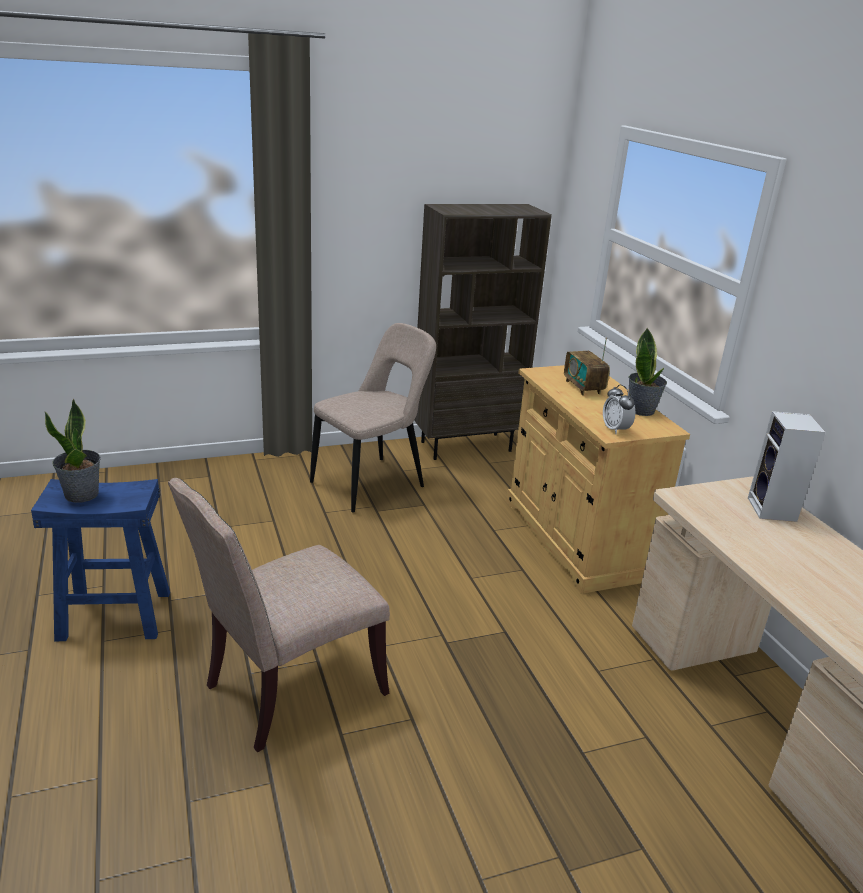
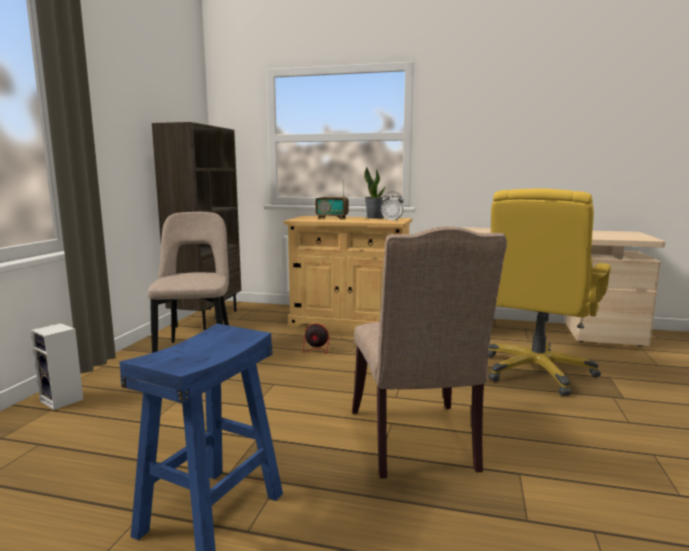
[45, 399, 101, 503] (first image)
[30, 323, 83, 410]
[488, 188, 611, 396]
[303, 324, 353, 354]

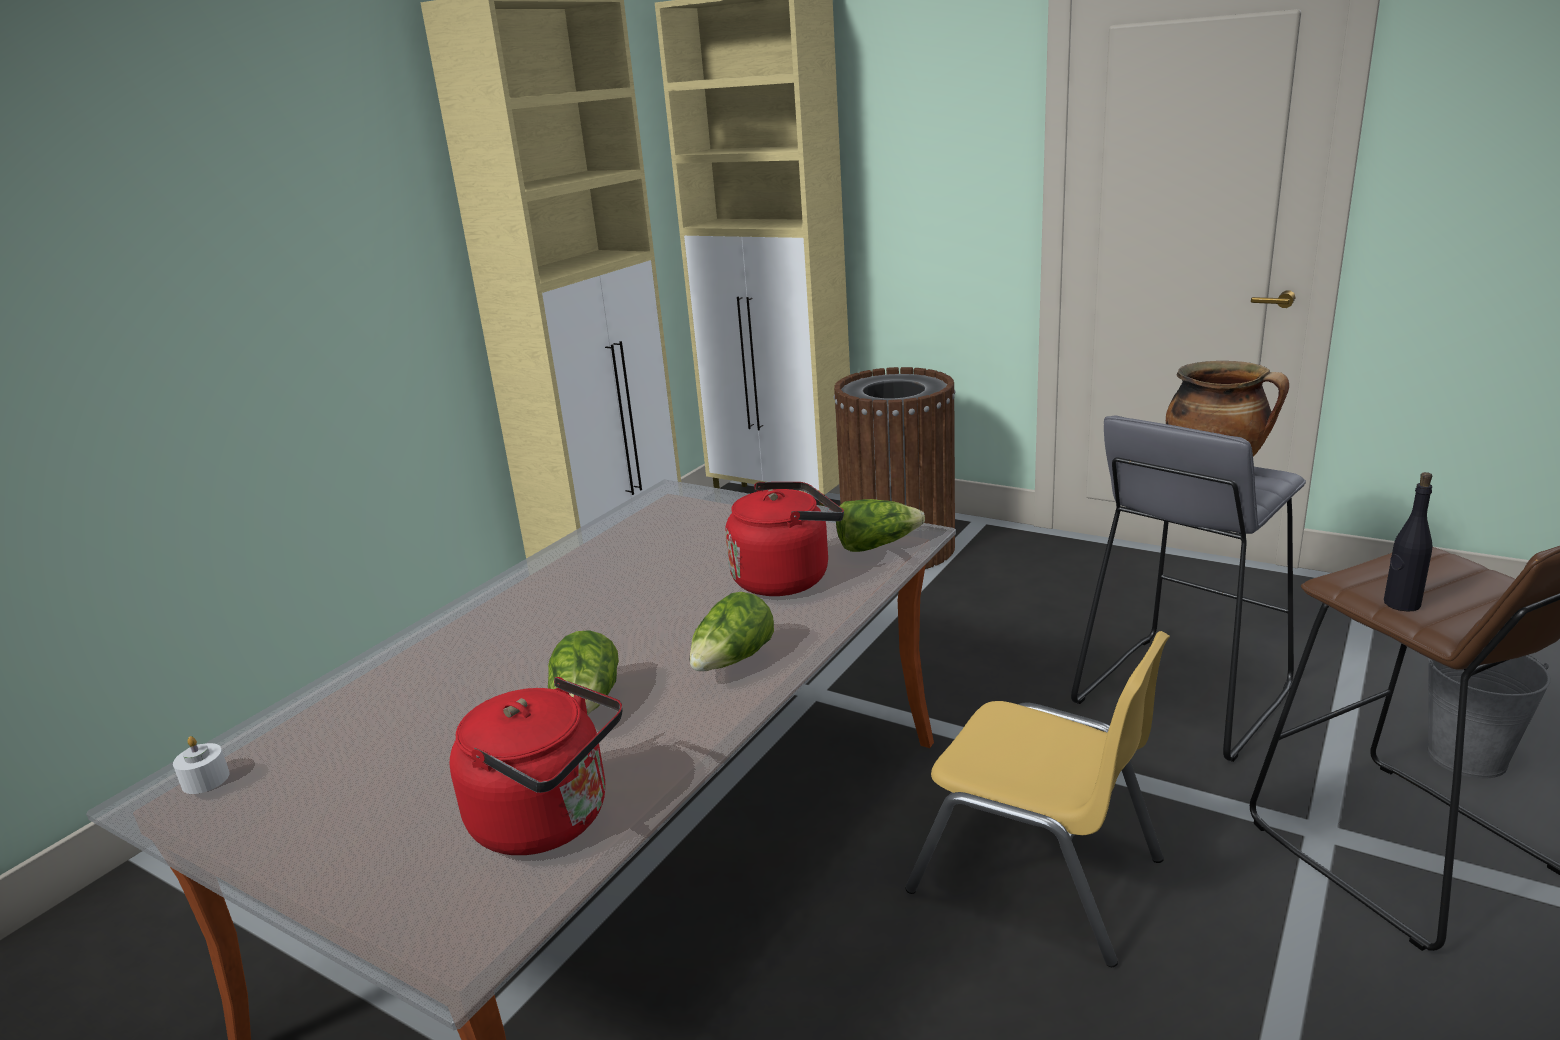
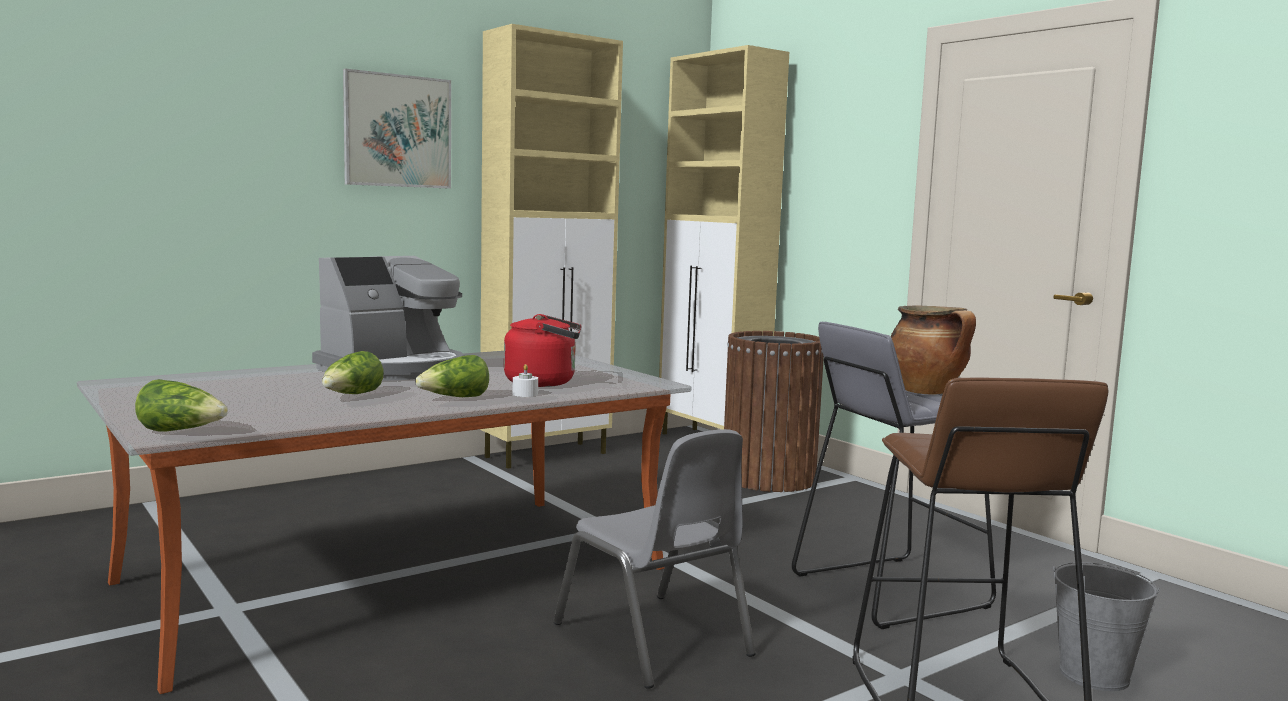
[1384, 472, 1433, 612] (first image)
[135, 379, 228, 431]
[554, 429, 756, 689]
[449, 677, 623, 855] (first image)
[512, 364, 538, 397]
[343, 68, 451, 189]
[312, 256, 464, 380]

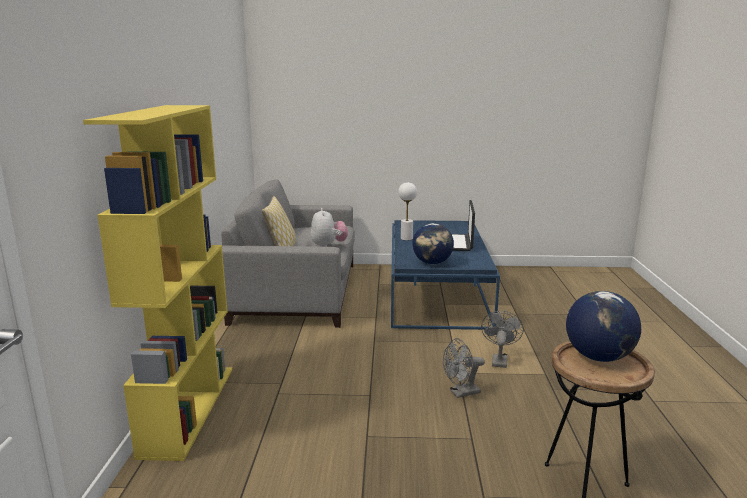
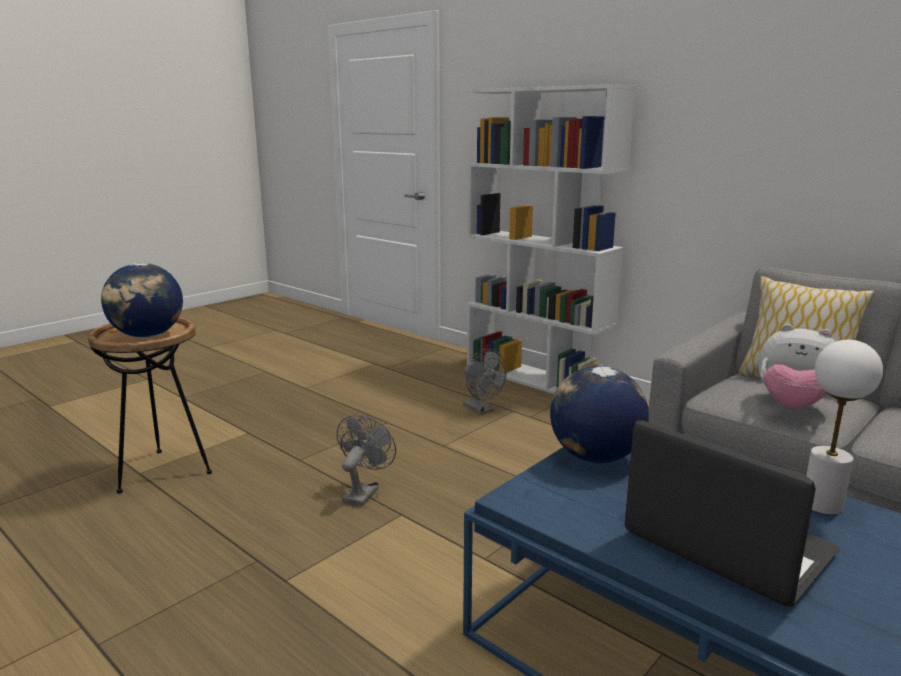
[467, 84, 636, 394]
[463, 349, 506, 415]

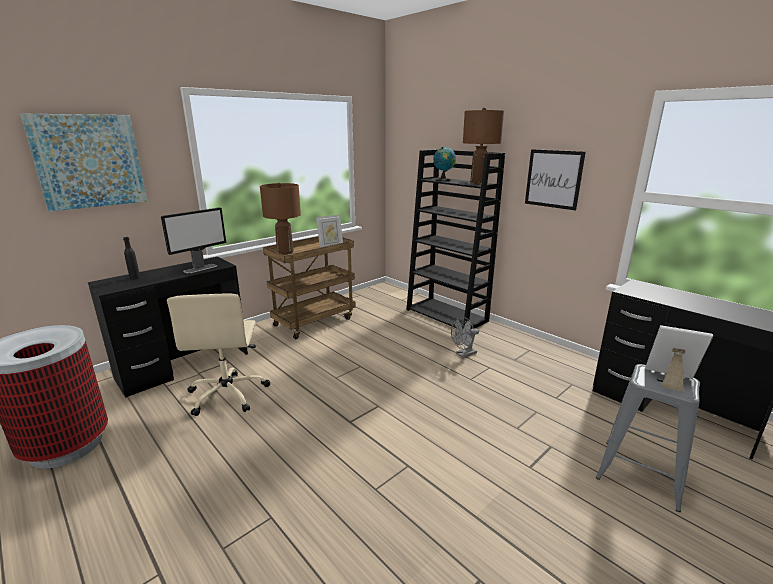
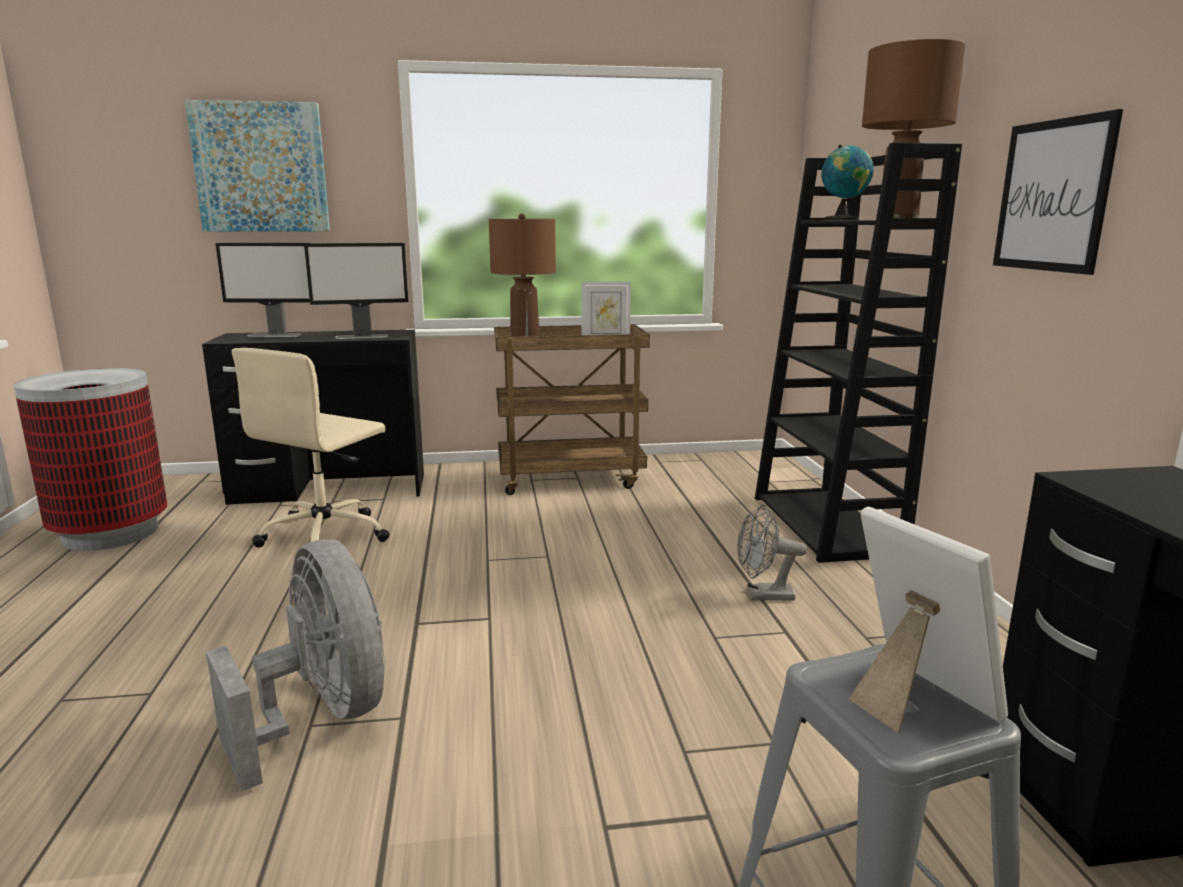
[216, 243, 312, 337]
[206, 539, 385, 791]

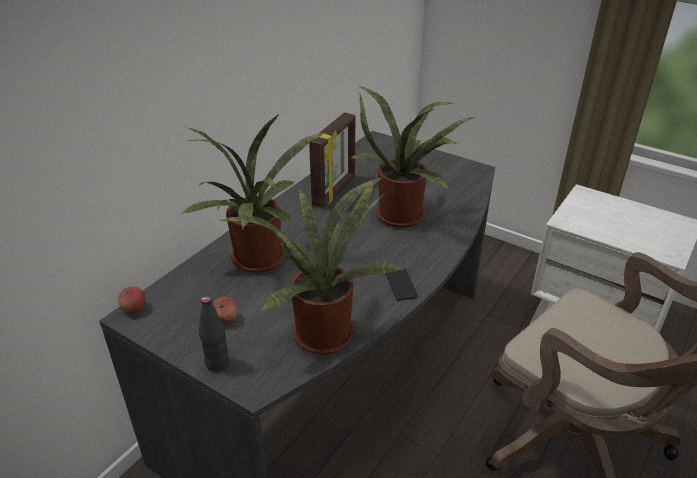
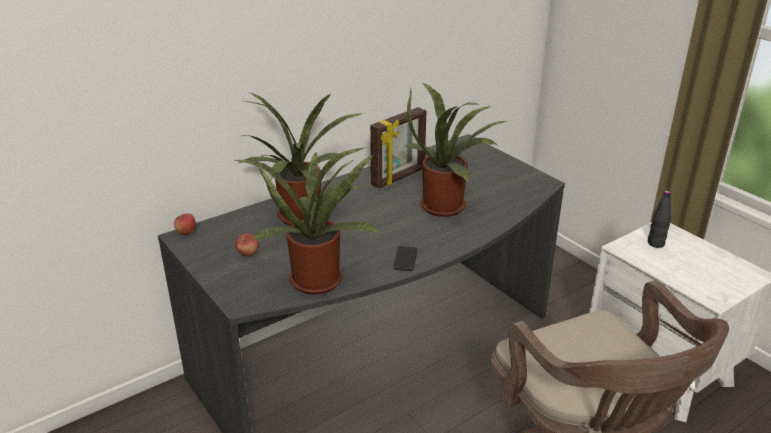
[648, 191, 671, 248]

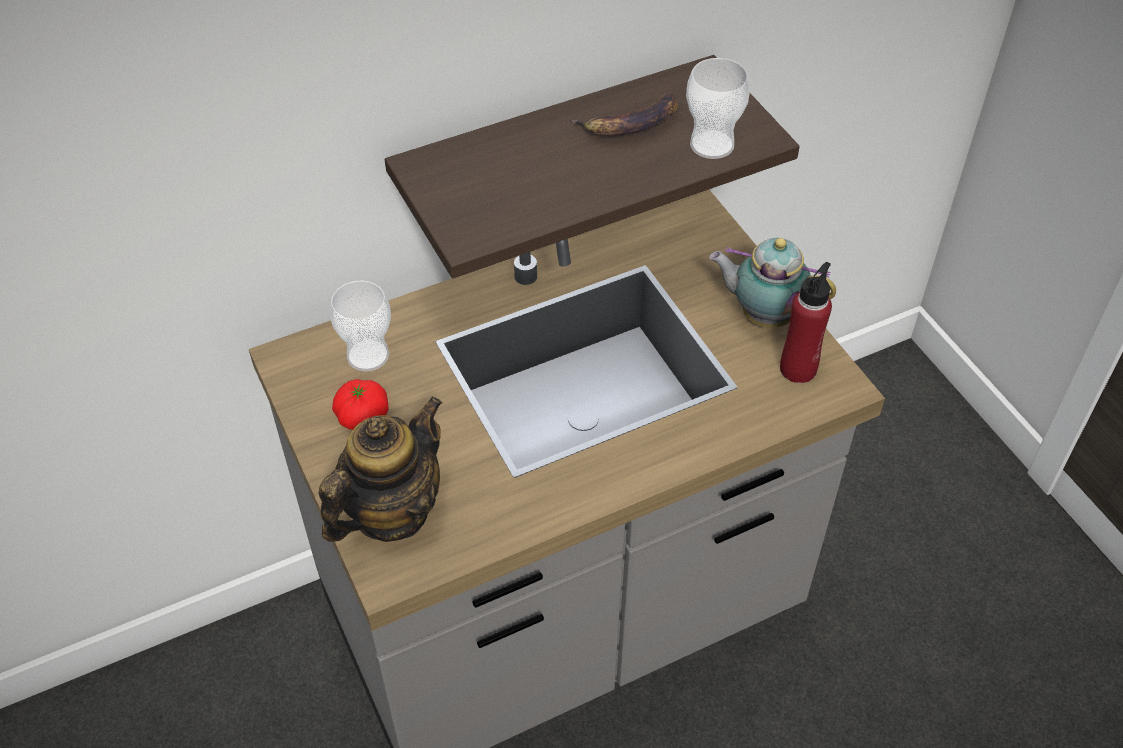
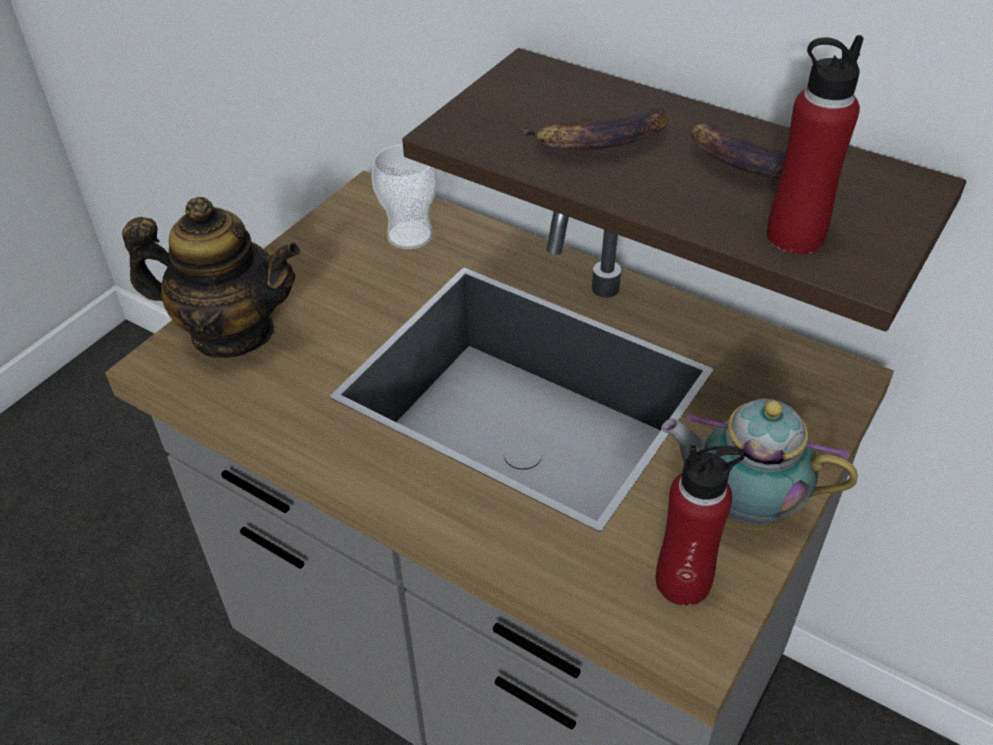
[767, 35, 864, 254]
[661, 399, 858, 531]
[332, 379, 389, 430] (first image)
[521, 107, 668, 150]

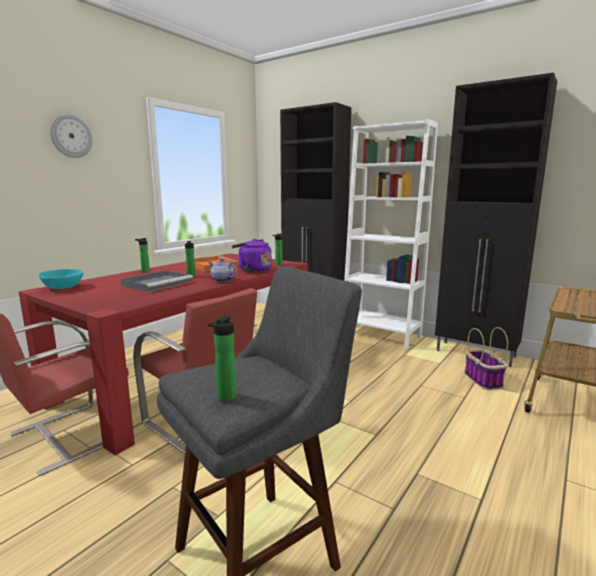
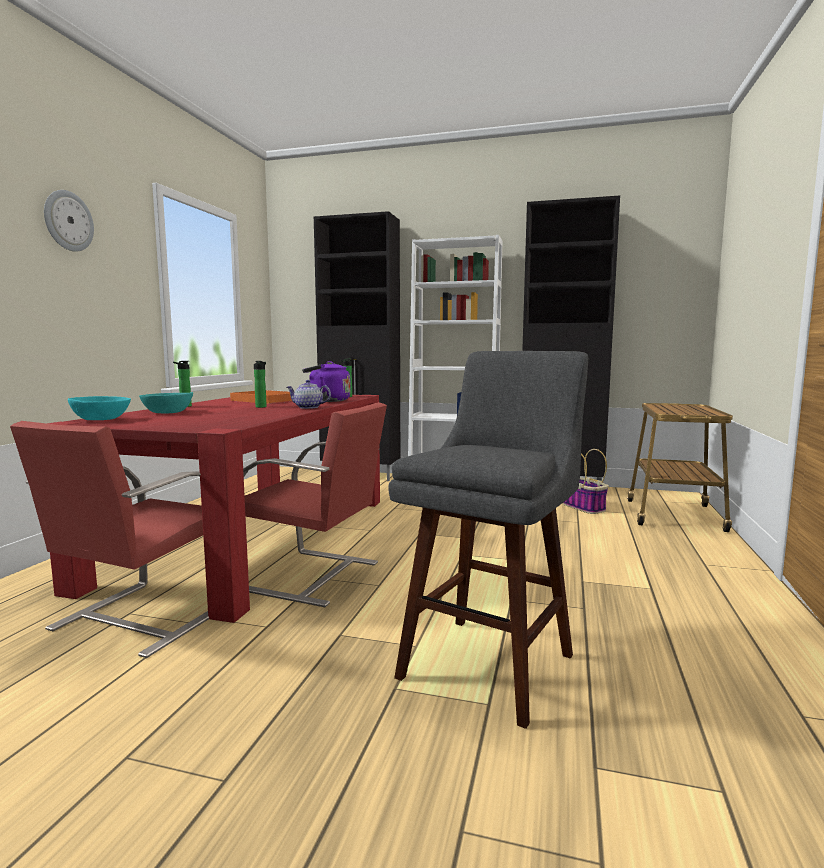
[120, 270, 193, 293] (first image)
[207, 315, 237, 401] (first image)
[139, 392, 193, 414]

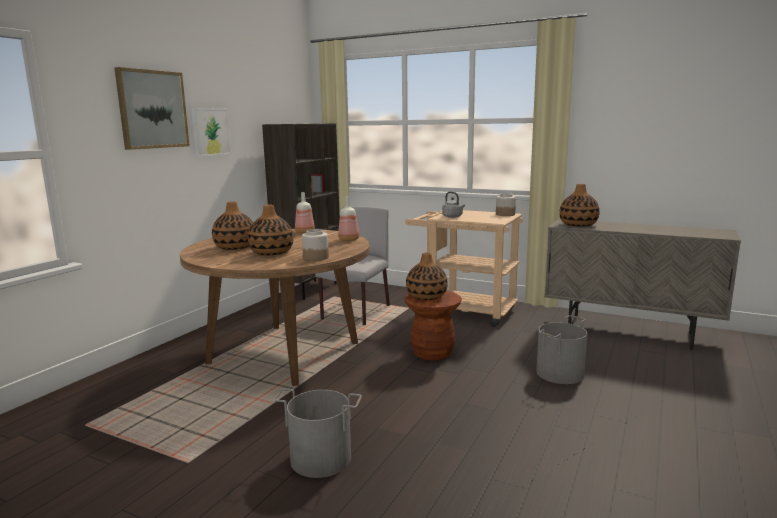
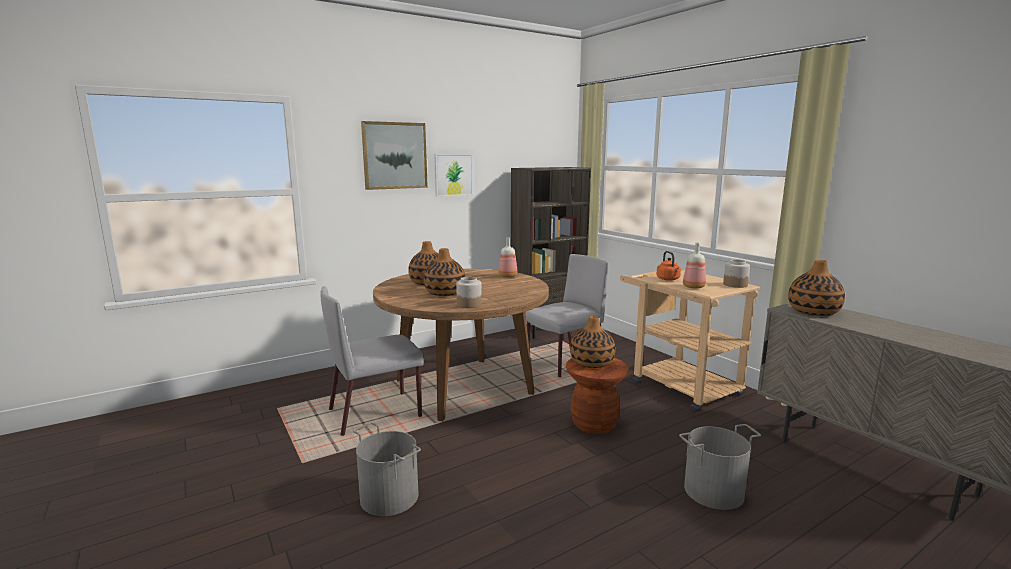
[657, 251, 681, 281]
[683, 242, 706, 289]
[320, 286, 424, 436]

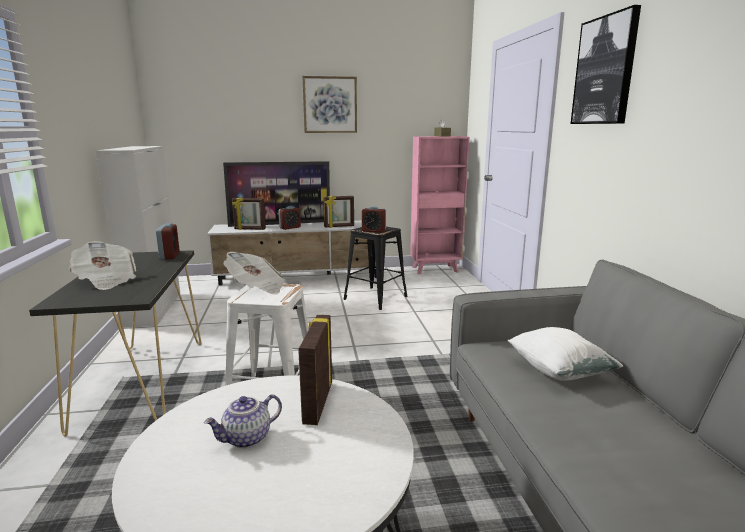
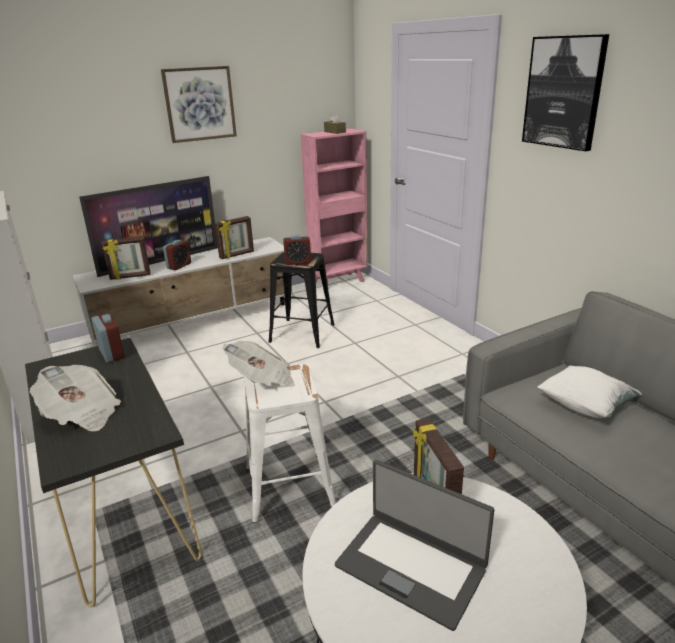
[335, 460, 494, 631]

